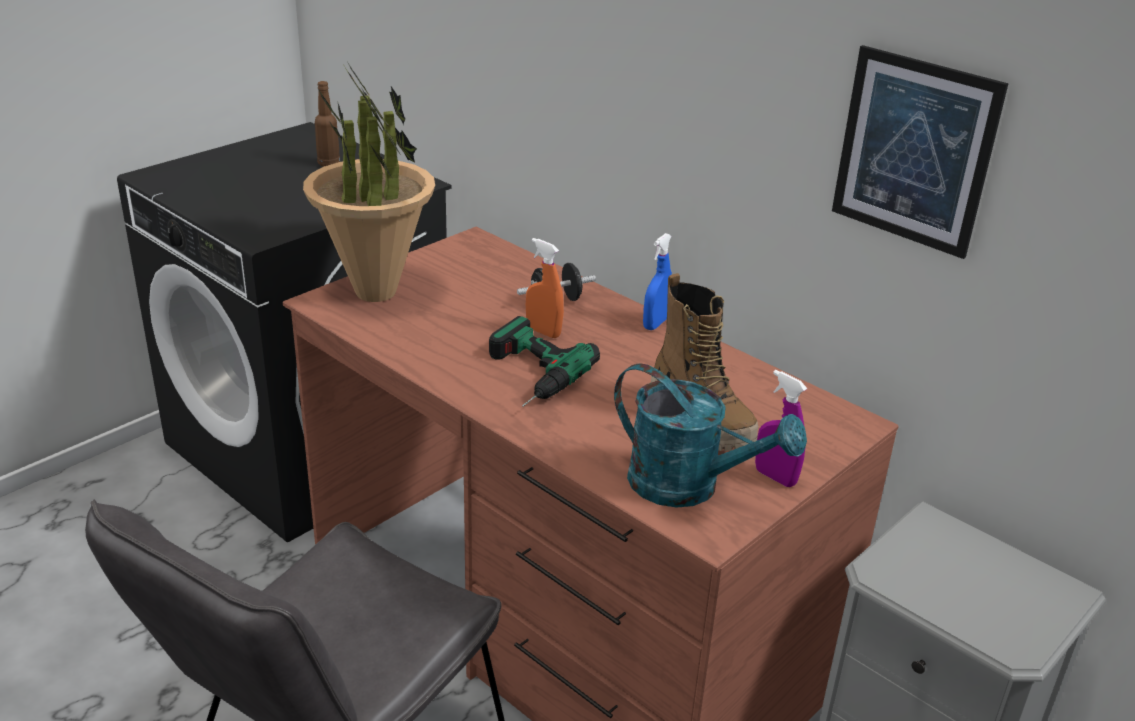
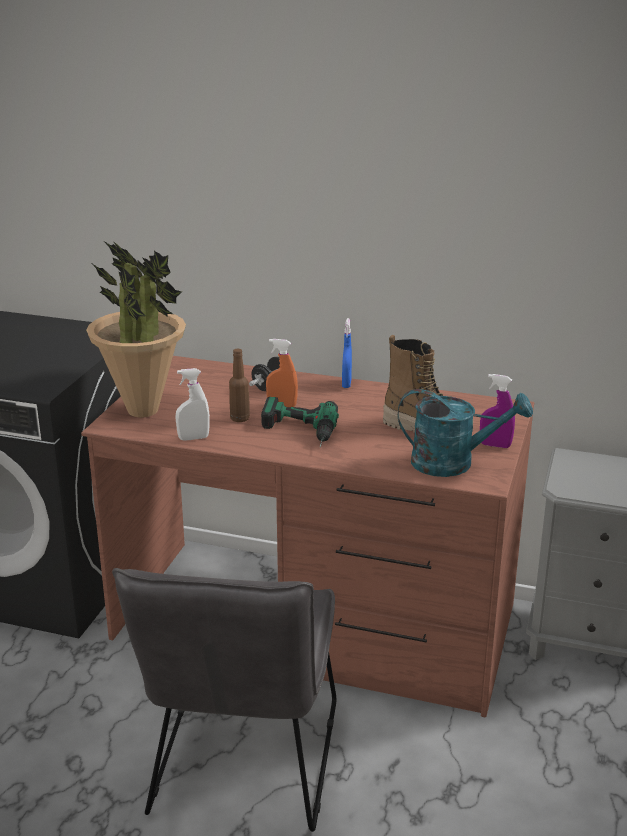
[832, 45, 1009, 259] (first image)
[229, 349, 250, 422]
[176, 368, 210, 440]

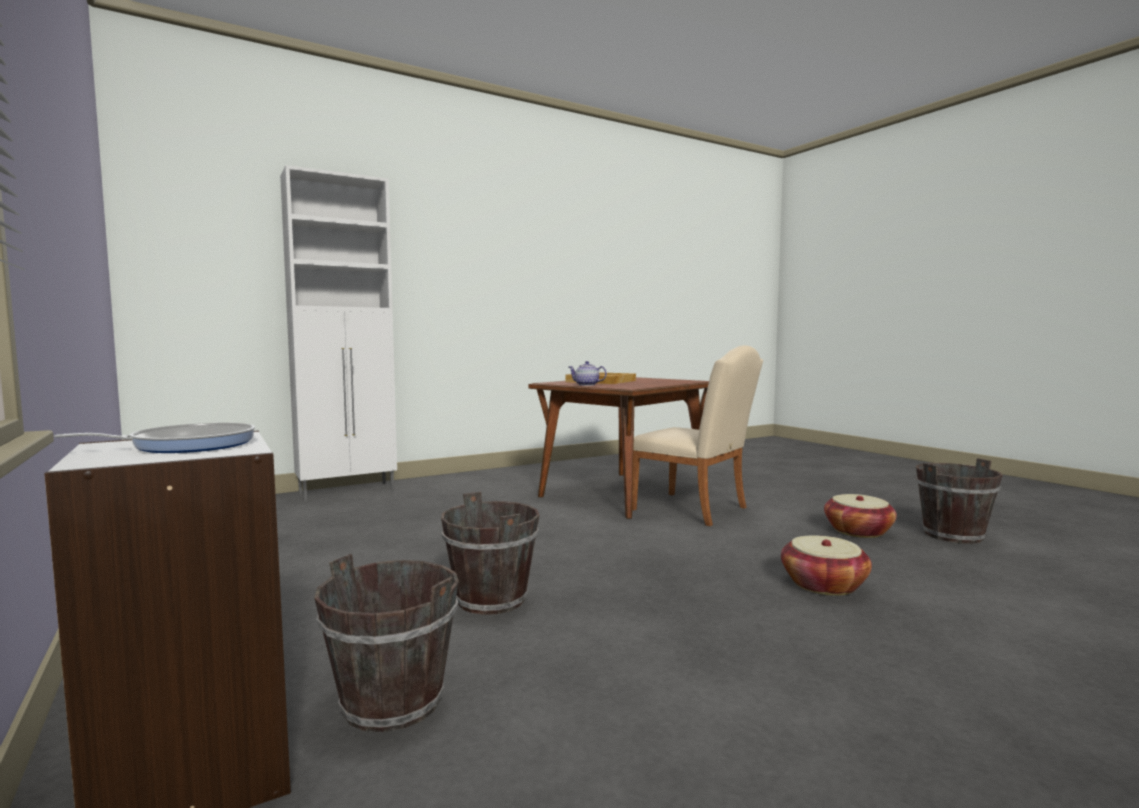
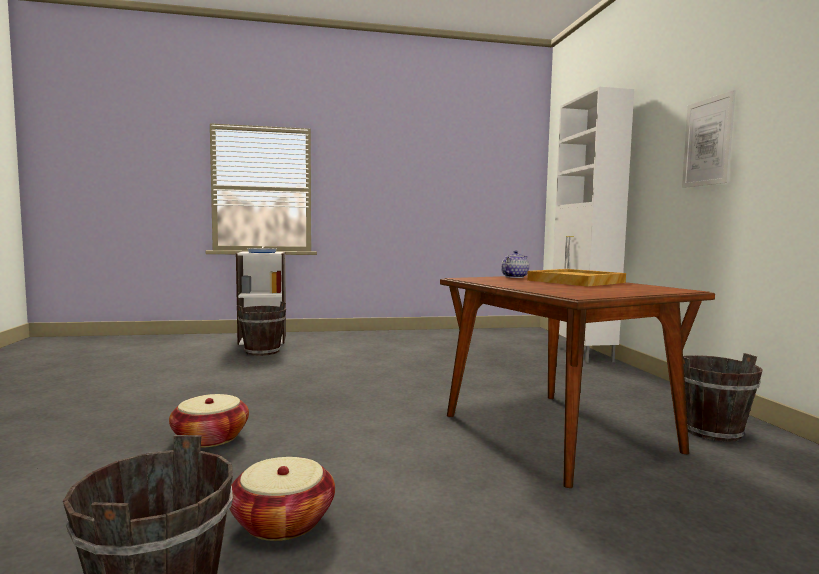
[632, 345, 763, 526] (first image)
[683, 353, 763, 442]
[682, 90, 736, 188]

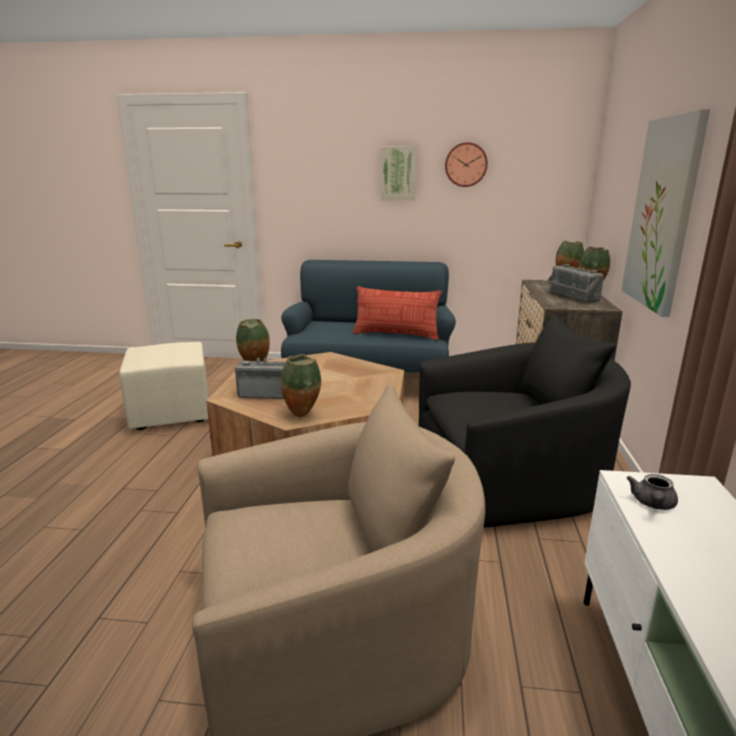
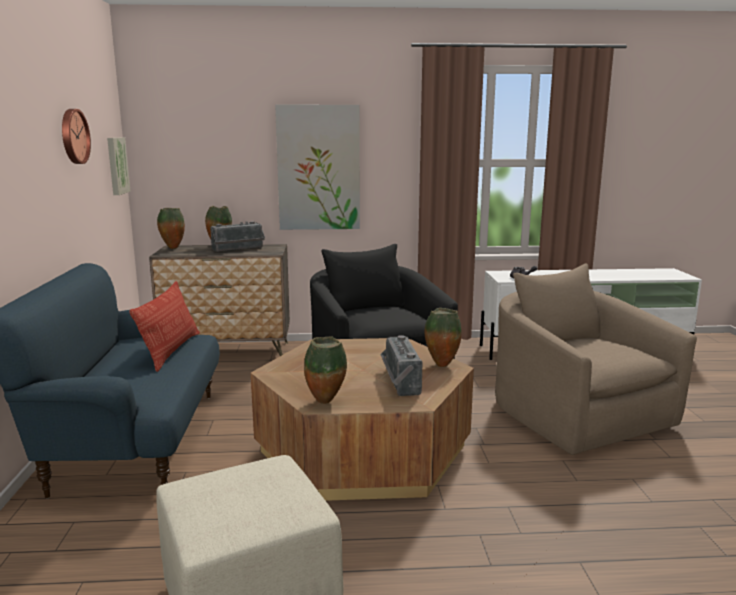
[107, 138, 131, 195]

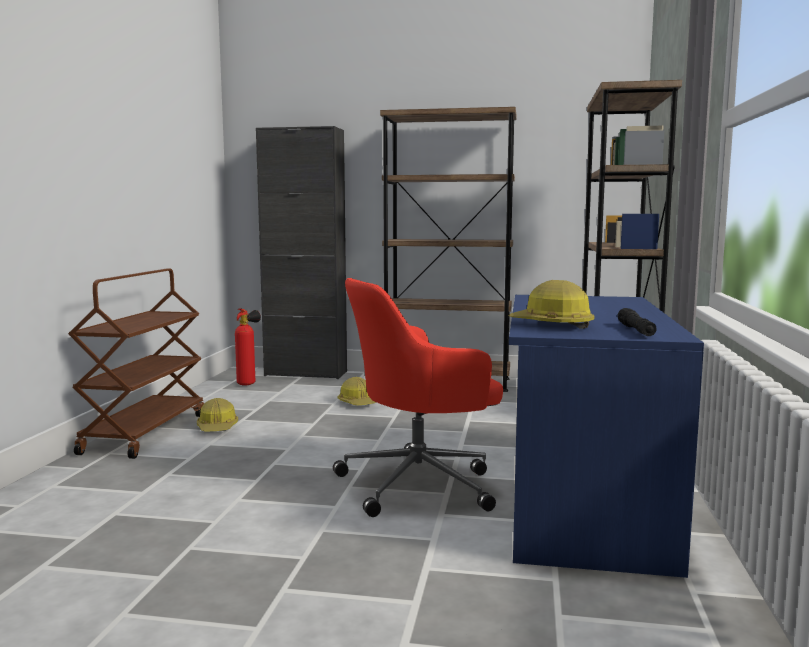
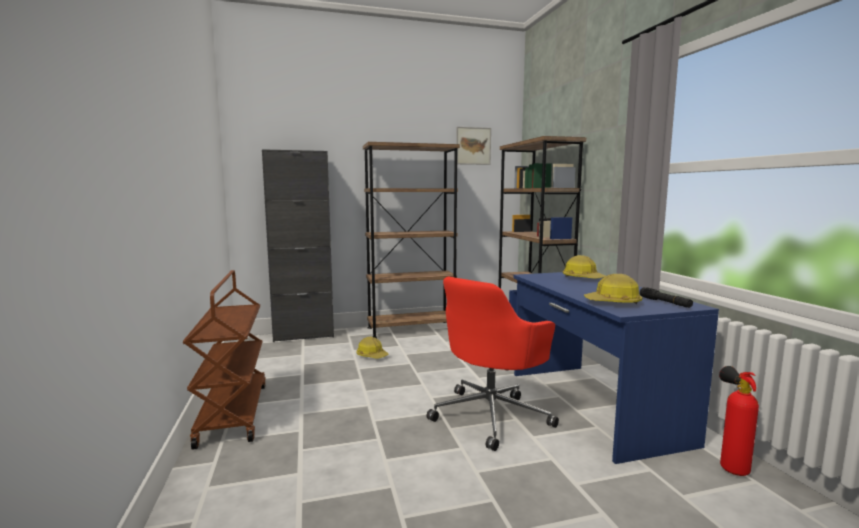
[719, 366, 759, 476]
[563, 255, 605, 278]
[456, 127, 491, 165]

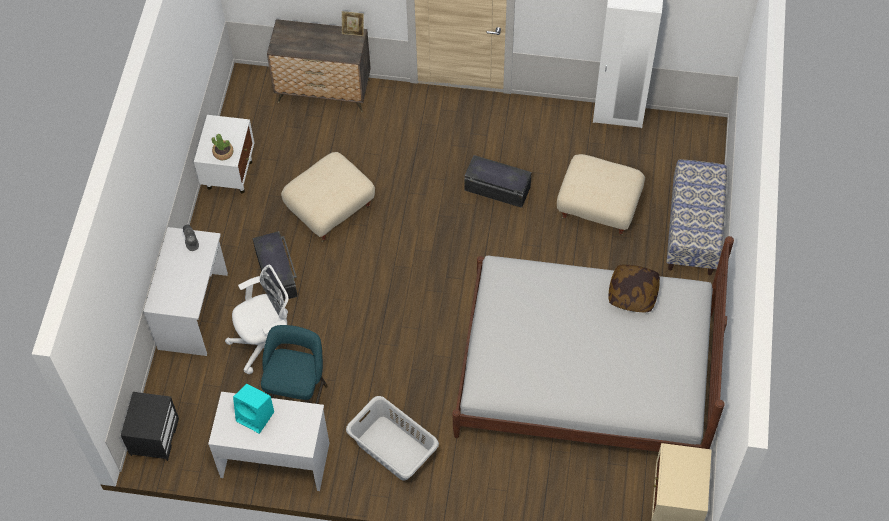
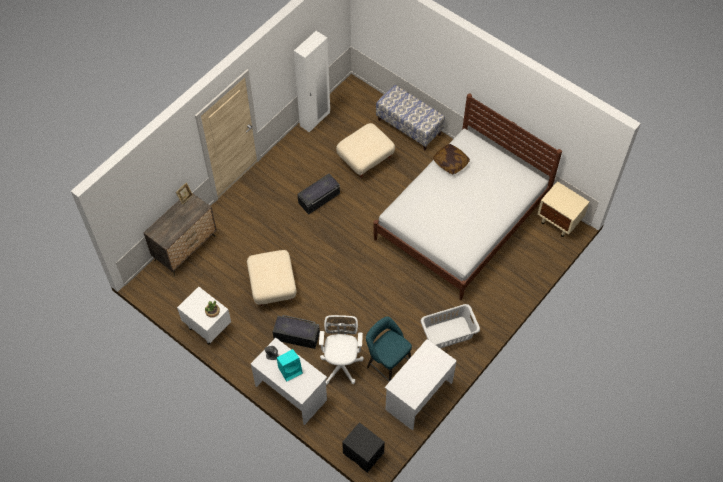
[277, 349, 303, 382]

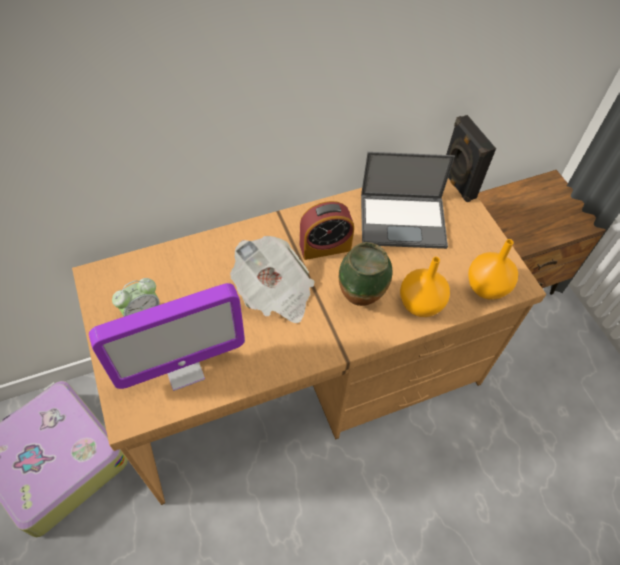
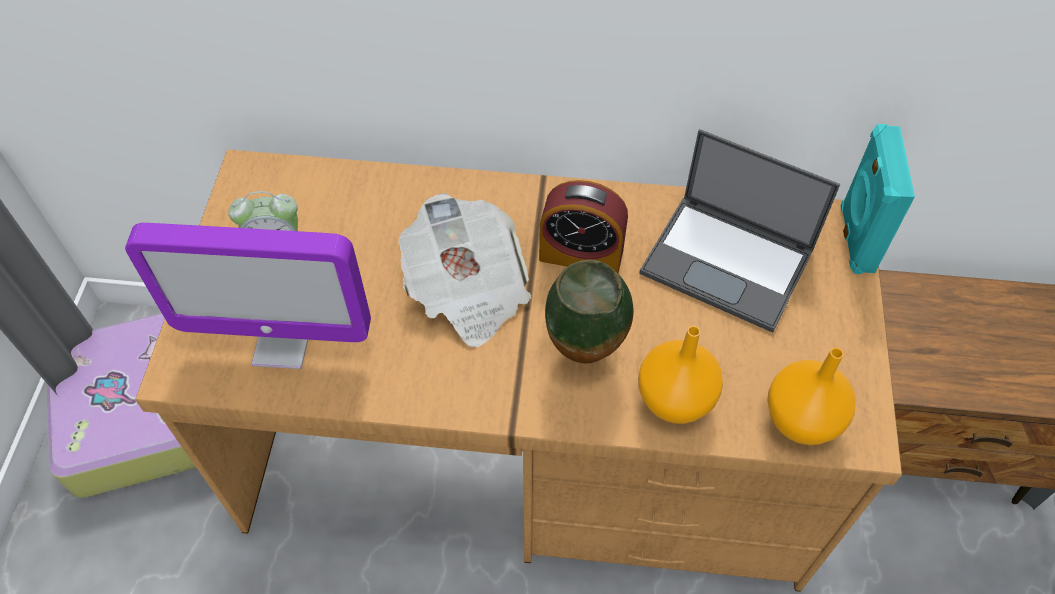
[840, 124, 915, 274]

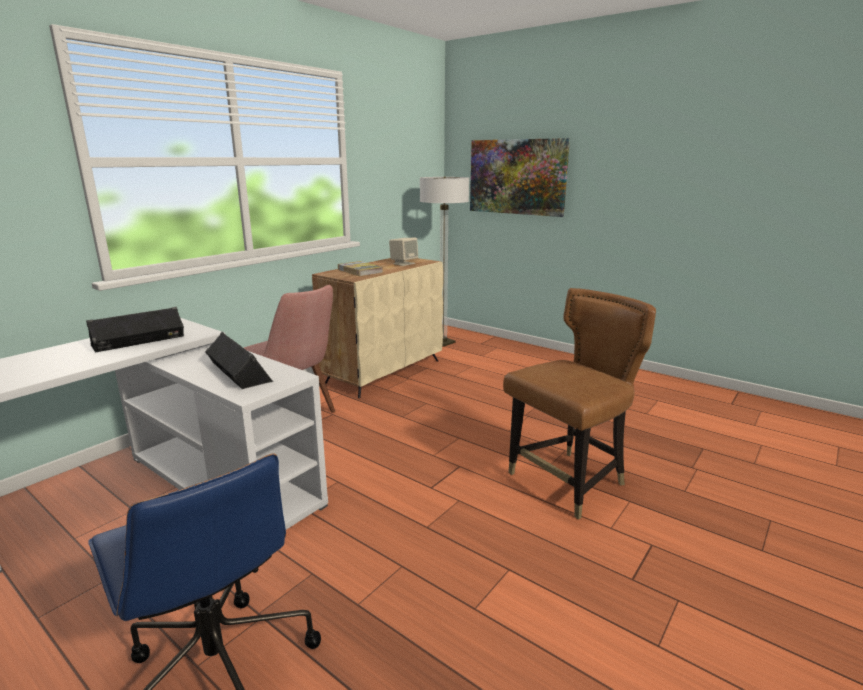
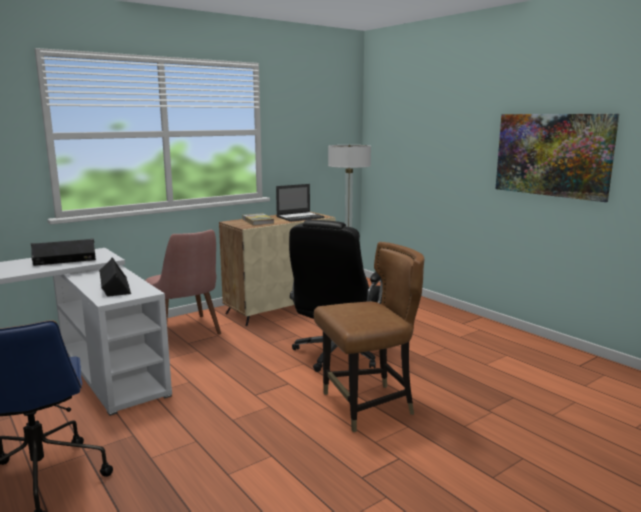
[496, 114, 619, 202]
[276, 184, 325, 222]
[289, 220, 383, 372]

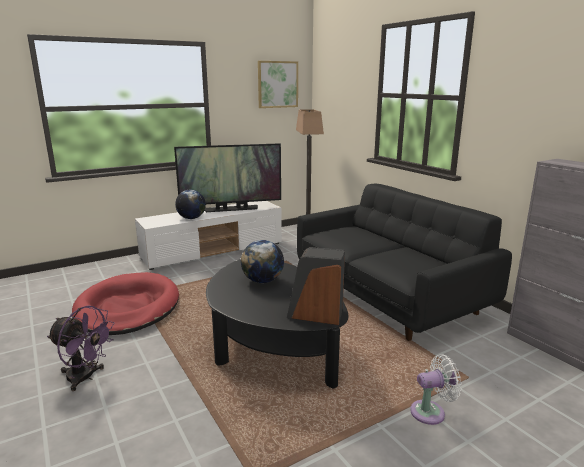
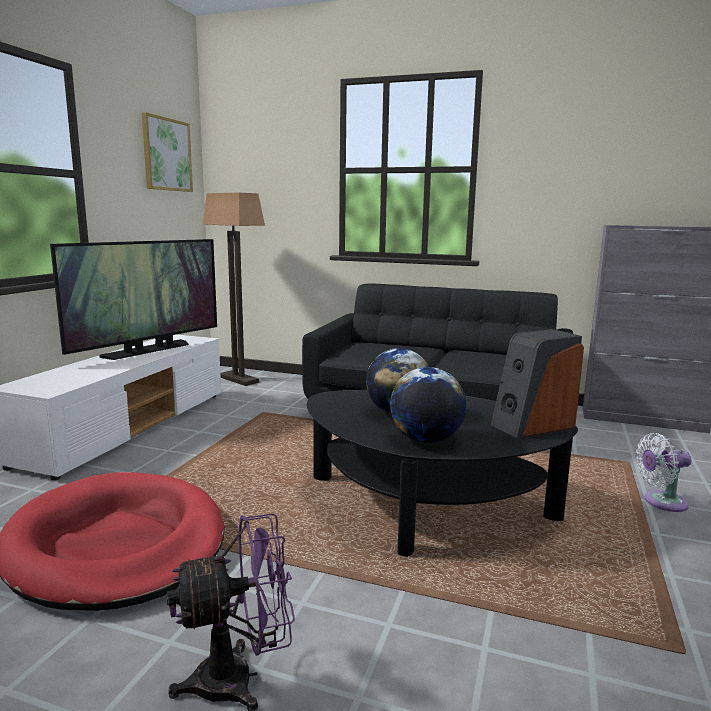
[390, 367, 466, 443]
[636, 433, 691, 512]

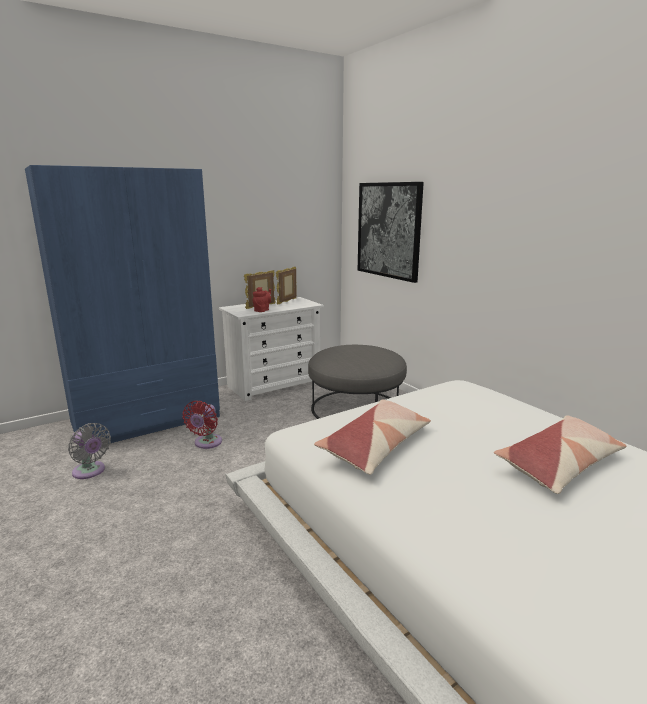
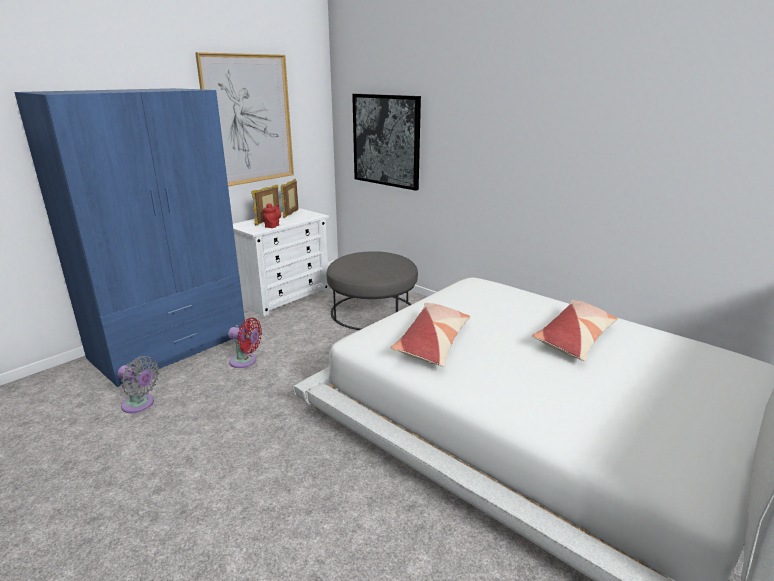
[228, 318, 262, 368]
[195, 52, 294, 186]

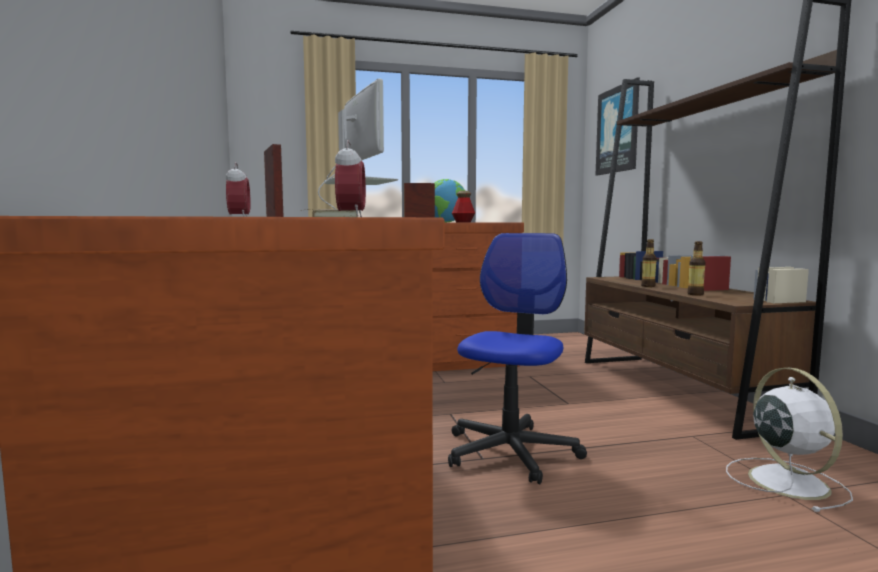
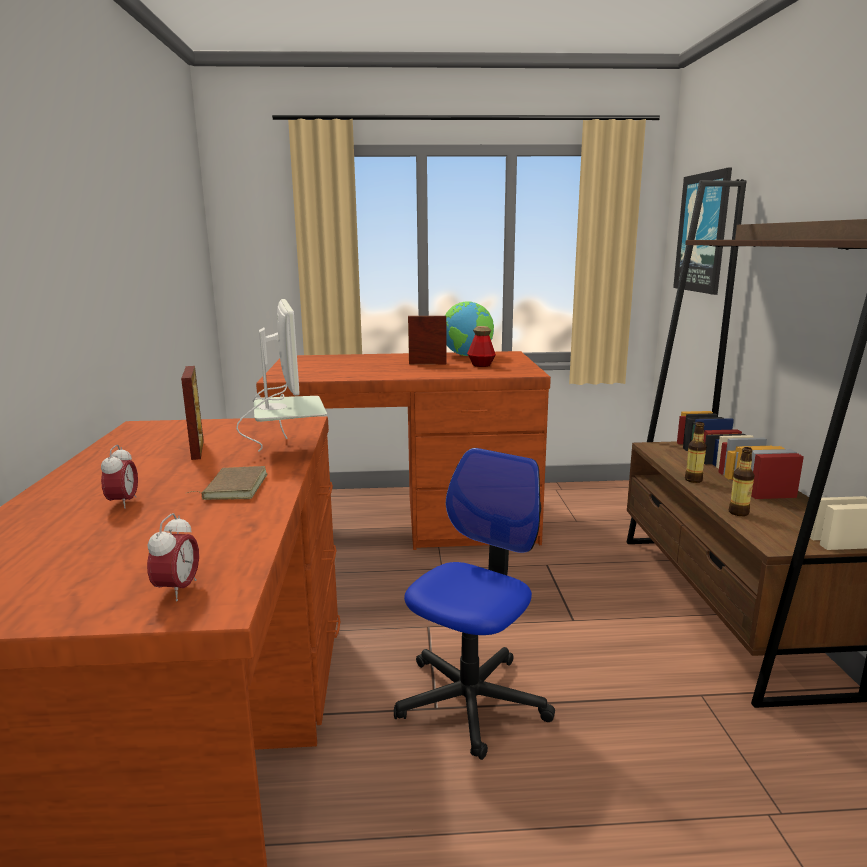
[726, 368, 853, 512] (first image)

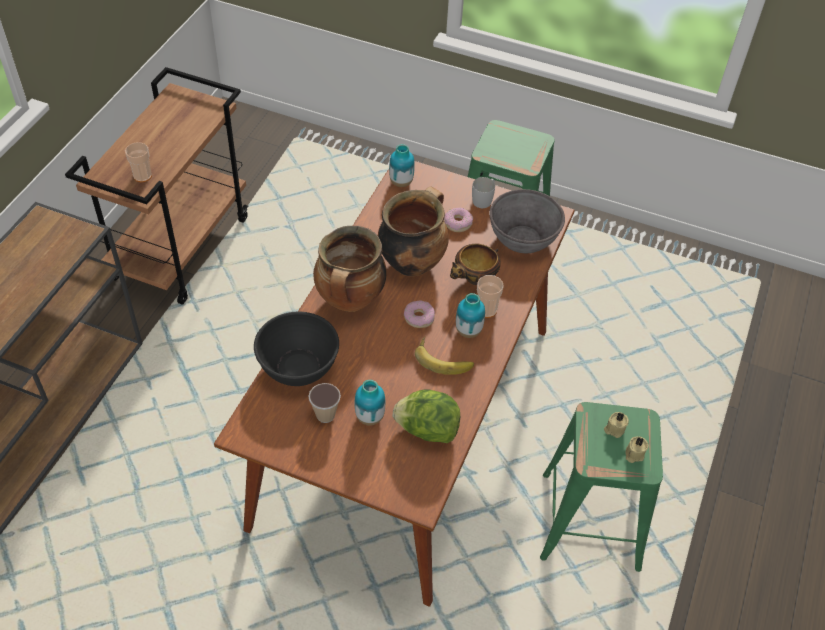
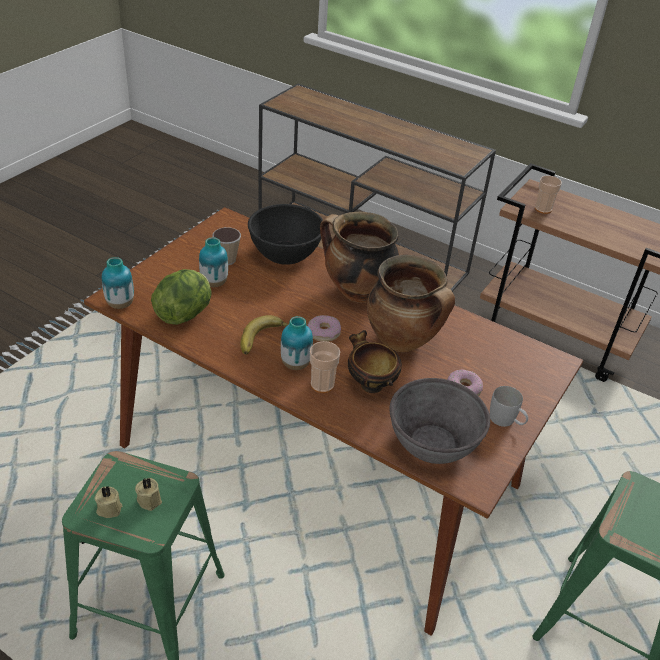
[102, 257, 134, 309]

